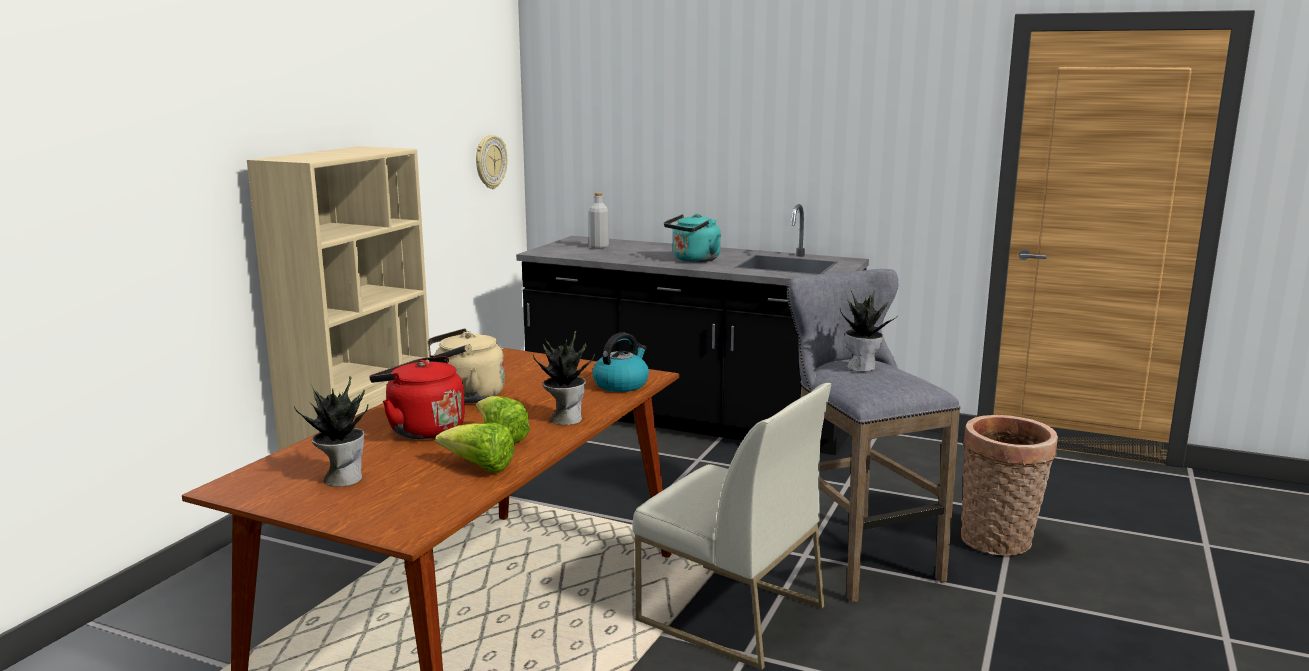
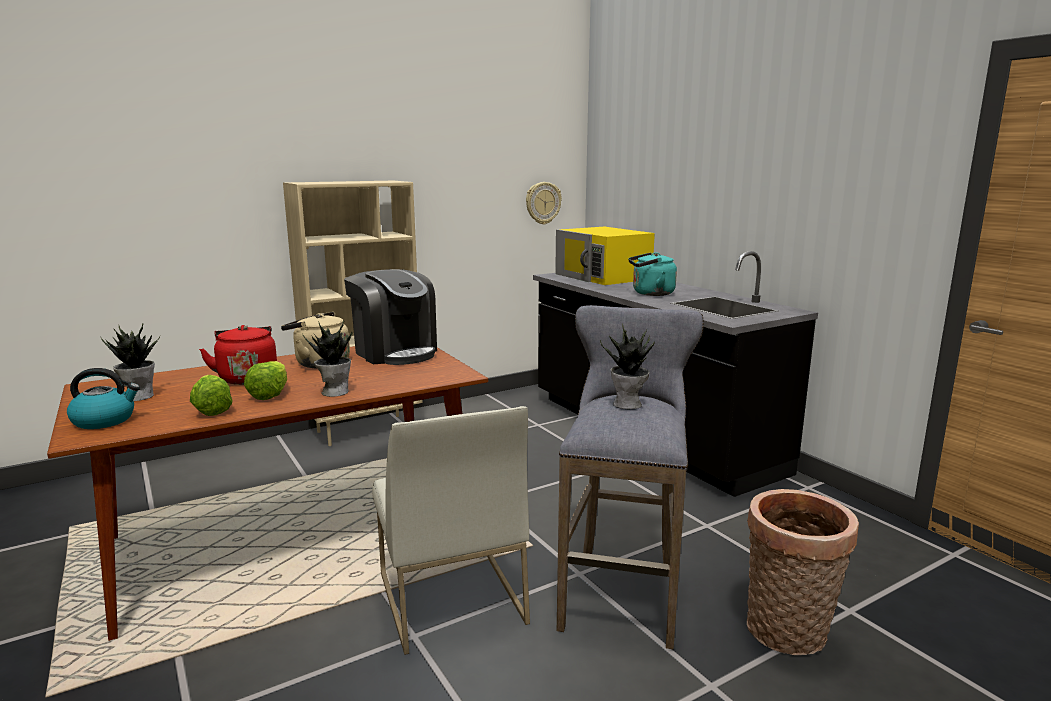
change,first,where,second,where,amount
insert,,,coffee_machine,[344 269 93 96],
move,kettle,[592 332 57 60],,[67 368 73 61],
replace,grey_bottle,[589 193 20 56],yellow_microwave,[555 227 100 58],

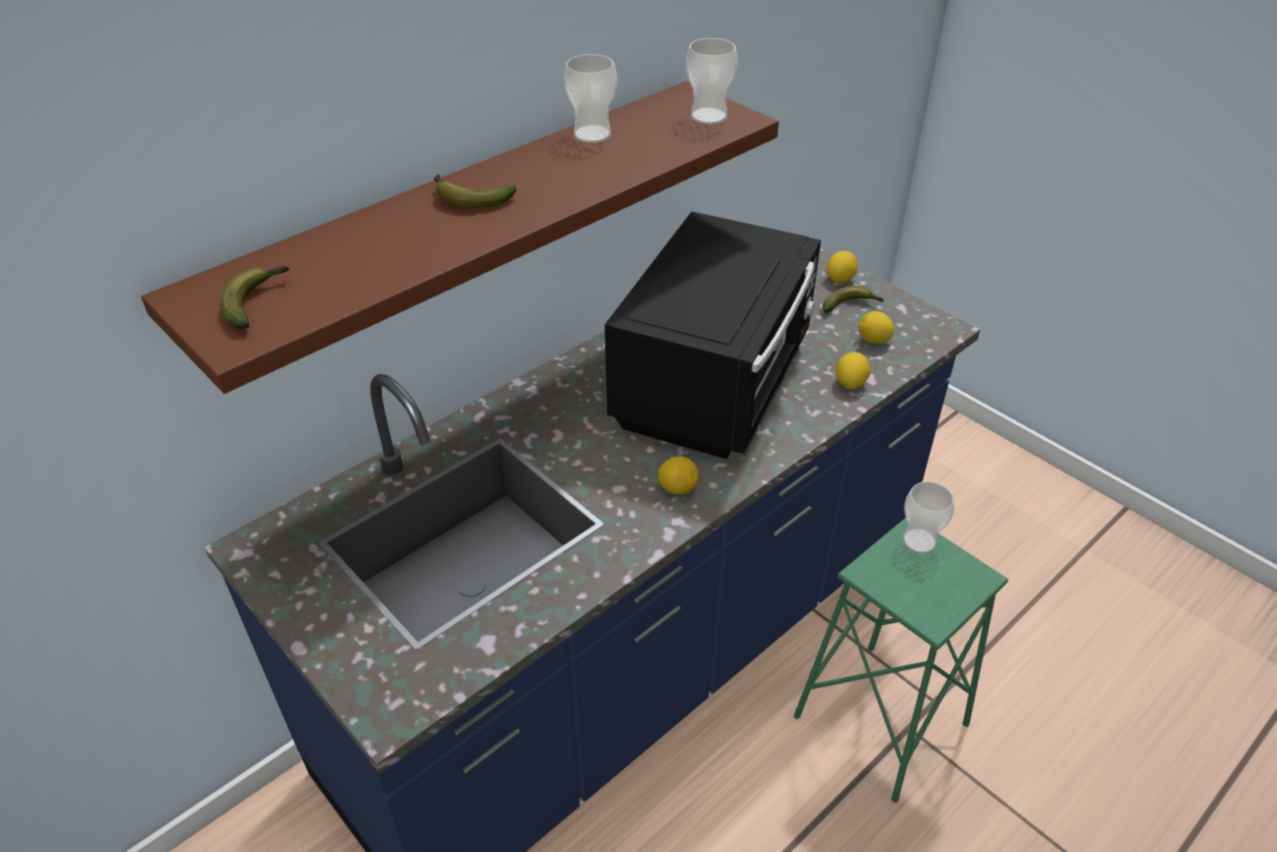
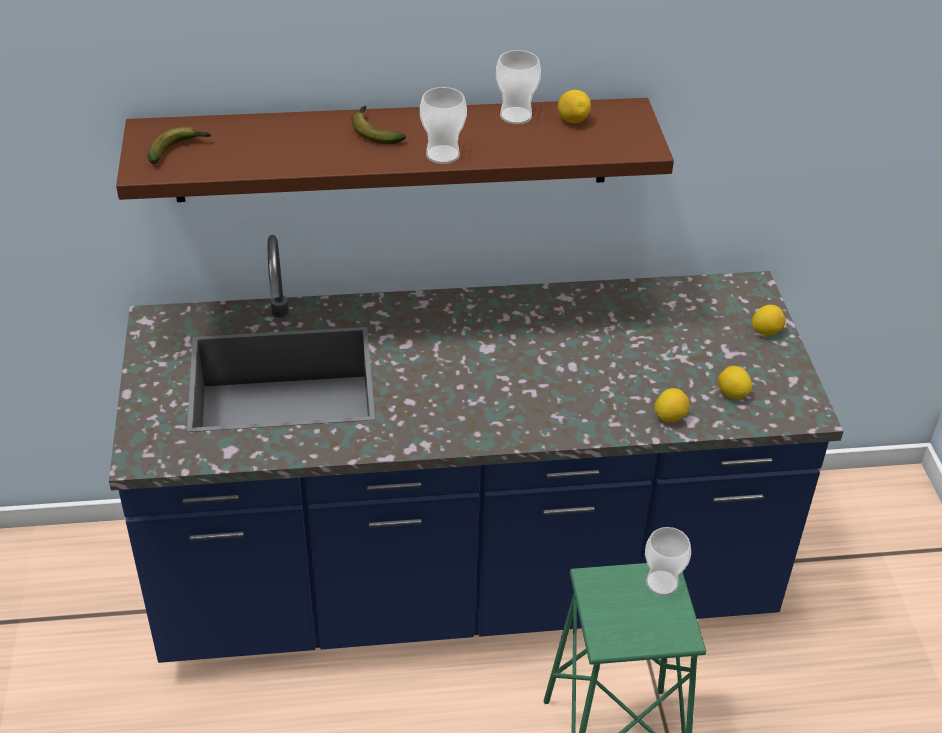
change,first,where,second,where,amount
delete,black_microwave,[605 211 216 248],,,
delete,banana,[822 286 62 27],,,
move,lemon,[658 456 40 38],,[558 90 33 33],
move,cup,[686 38 52 86],,[420 87 47 77],

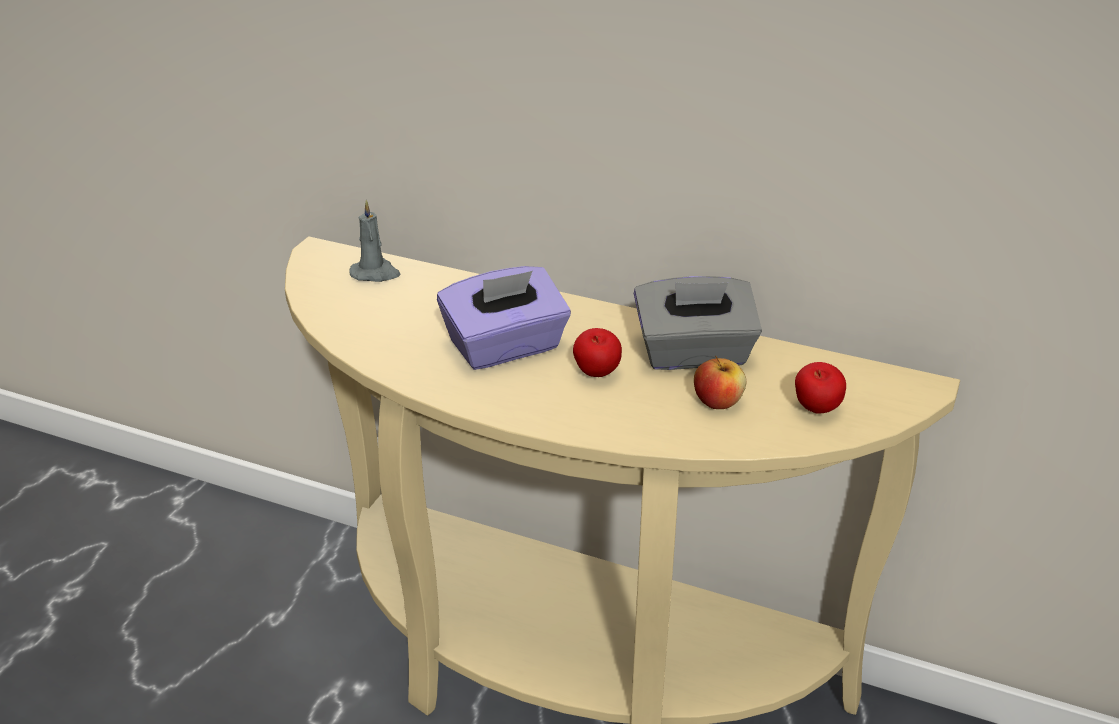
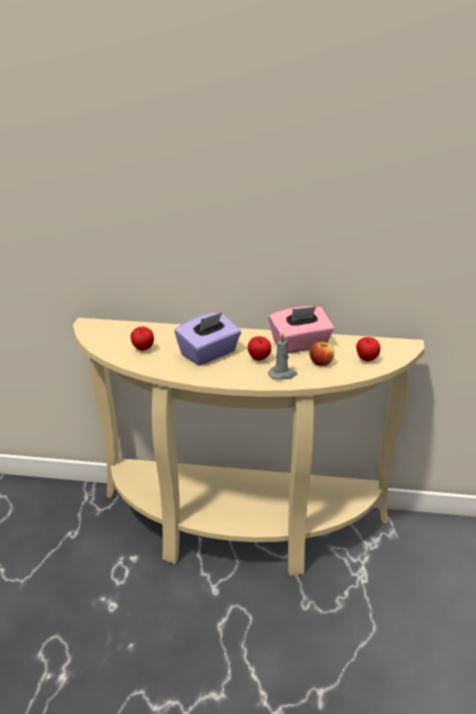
change,first,where,second,where,amount
insert,,,apple,[131 327 23 24],
move,grey_candle,[349 200 52 82],,[268 334 29 46],
recolor,grey_tissue_box,[634 276 128 94],pink_tissue_box,[269 306 65 47],

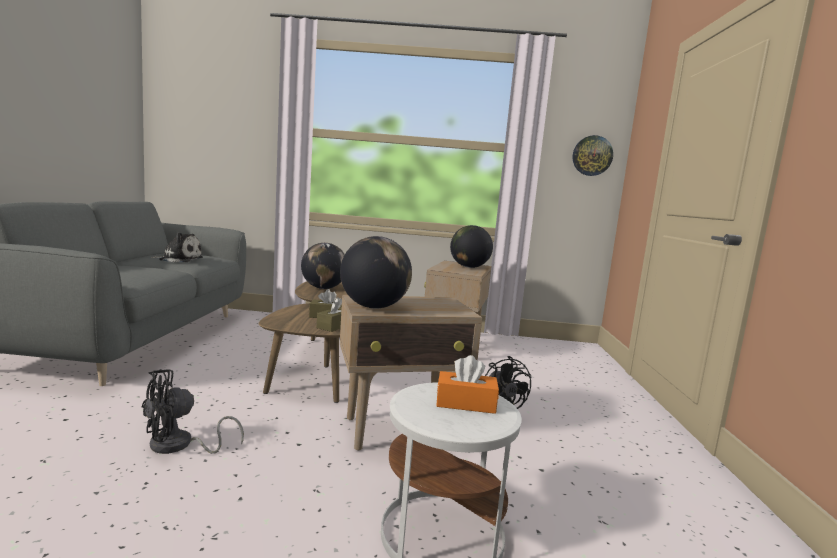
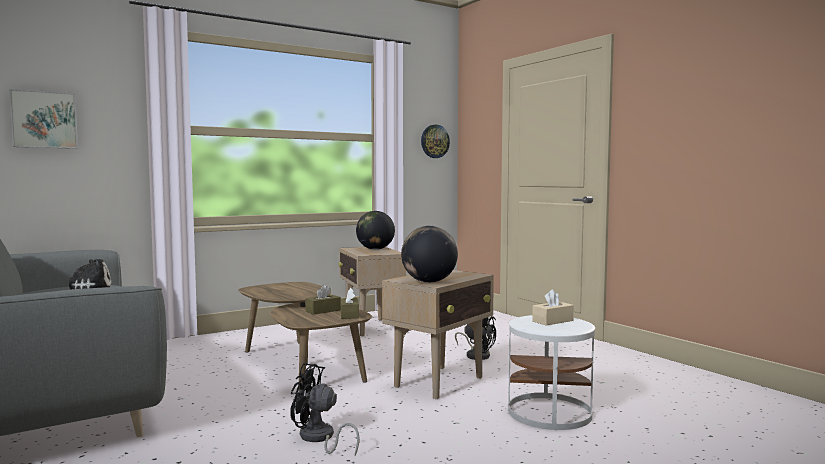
change,first,where,second,where,amount
delete,globe,[301 243 44 46],,,
insert,,,picture,[9 89 69 60],
recolor,orange_tissue_box,[436 355 63 59],beige_tissue_box,[532 289 42 36],
rotate,black_fan,[142 369 102 85],,[290 363 70 92],90 degrees clockwise

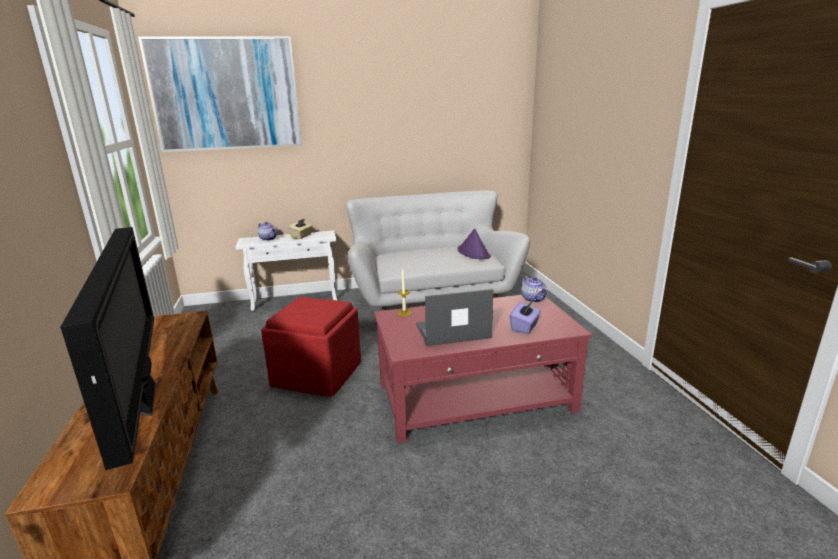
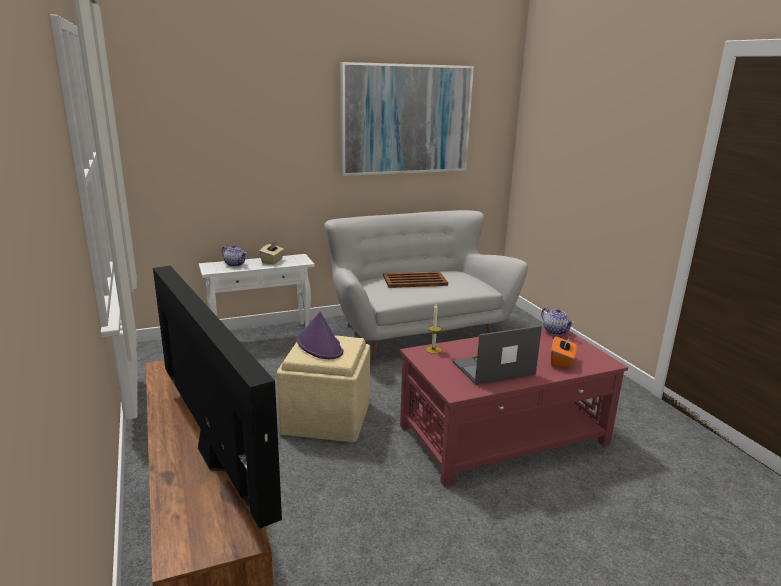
change,first,where,second,where,amount
insert,,,brown_tray,[383 271 65 17],
move,picture,[138 36 164 116],,[340 62 134 114],
move,purple_hat,[457 228 33 32],,[297 312 46 47],
recolor,red_ottoman,[261 297 100 100],beige_ottoman,[277 336 93 106],
recolor,purple_tissue_box,[510 302 31 32],orange_tissue_box,[551 336 26 33],

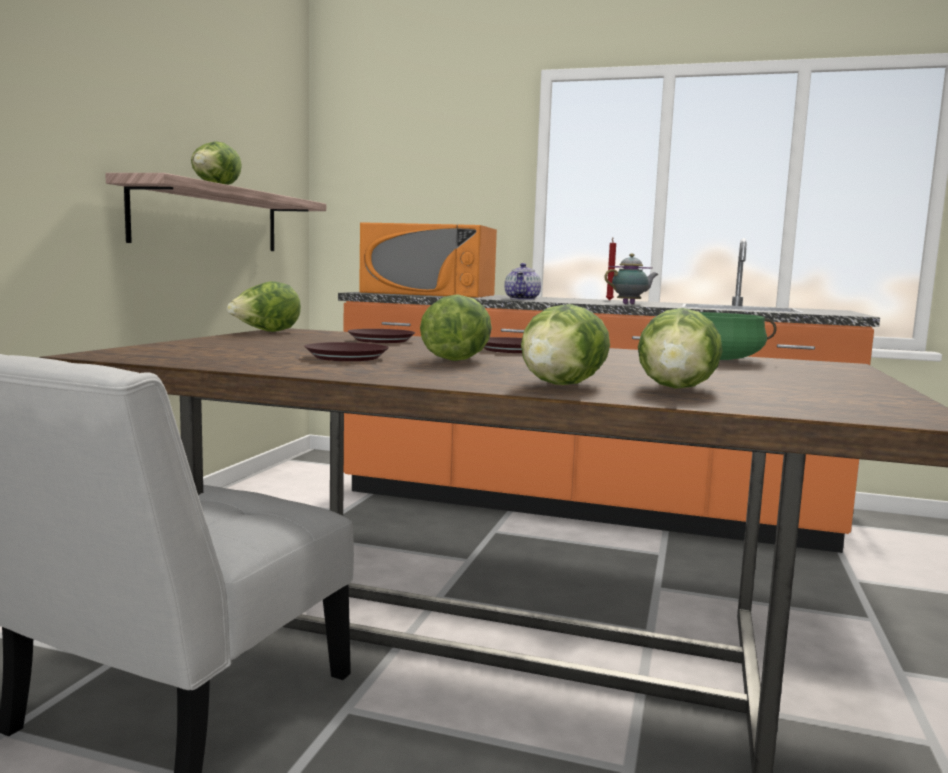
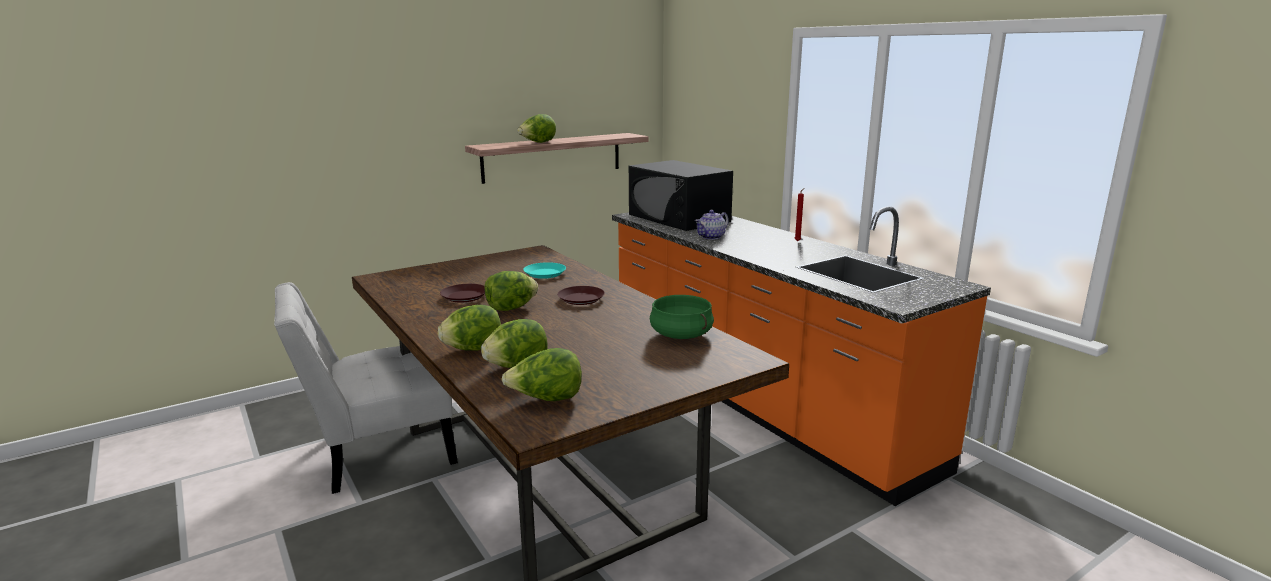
change,first,where,second,where,amount
delete,teapot,[604 254 55 50],,,
move,lettuce,[227 281 74 51],,[501 348 81 53],
recolor,brown_plate,[348 329 67 14],turquoise_plate,[523 262 43 17],
recolor,orange_microwave,[359 222 138 76],black_microwave,[629 160 104 71],

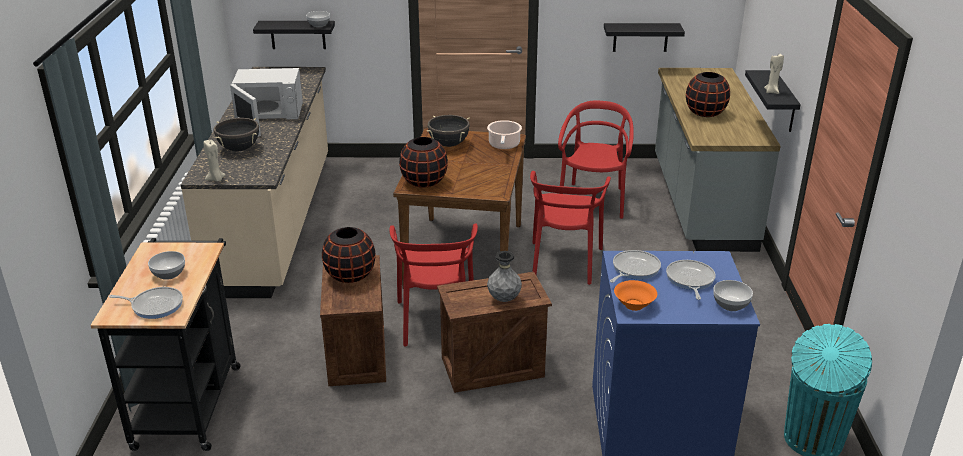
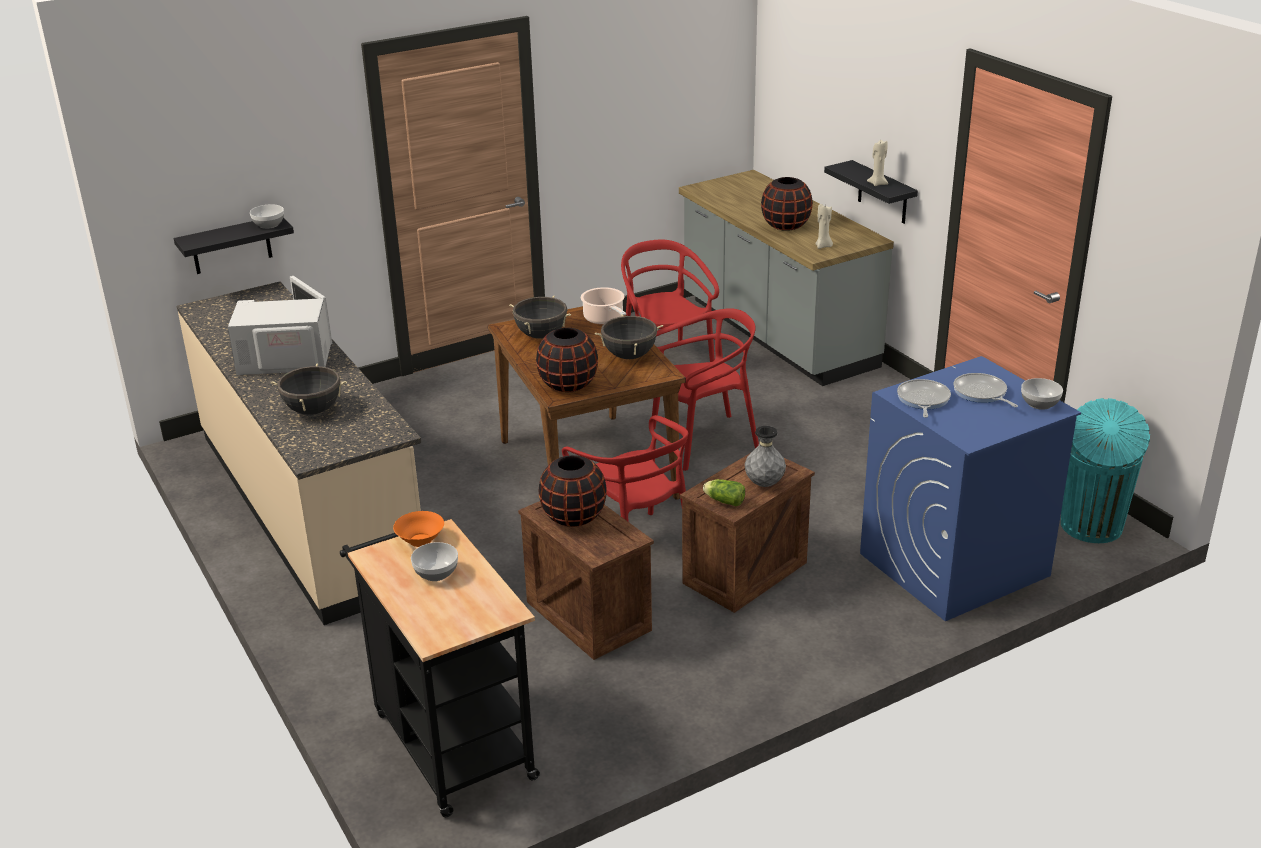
change,first,where,second,where,amount
delete,frying_pan,[109 287 74 32],,,
delete,black_shelf,[604 23 81 29],,,
insert,,,black_cooking_pot,[595 314 68 45],
insert,,,lettuce,[703 479 42 27],
move,beige_candle,[204 140 22 41],,[815 204 18 45],
move,orange_bowl,[614 280 43 31],,[393 511 51 36],
rotate,white_microwave,[230 68 73 69],,[228 276 104 99],150 degrees counterclockwise
rotate,red_chair,[530 171 81 114],,[652 308 107 163],90 degrees counterclockwise

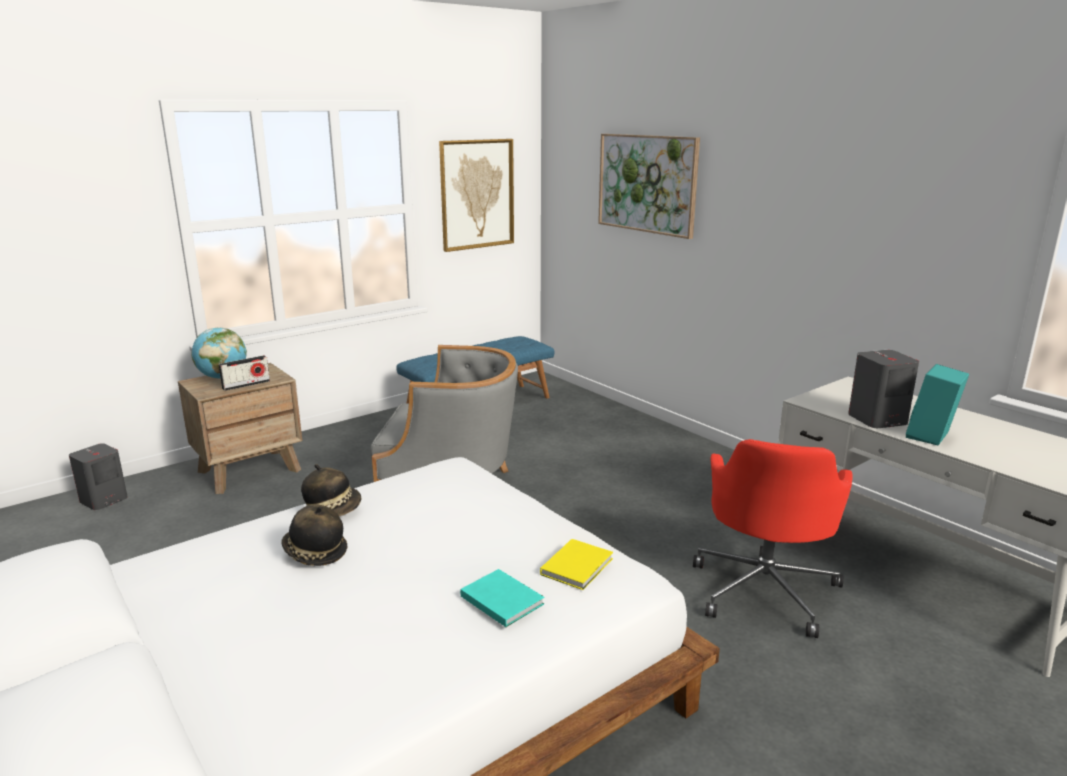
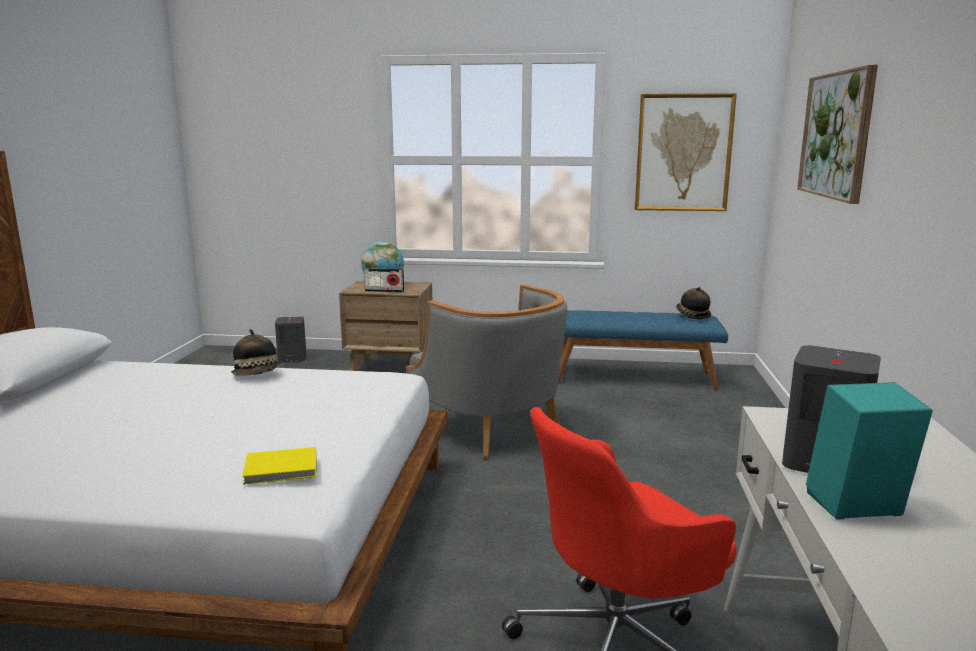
change,first,where,second,where,amount
delete,turquoise_book,[460 569 84 58],,,
move,hat,[281 505 66 61],,[676 287 35 33],

